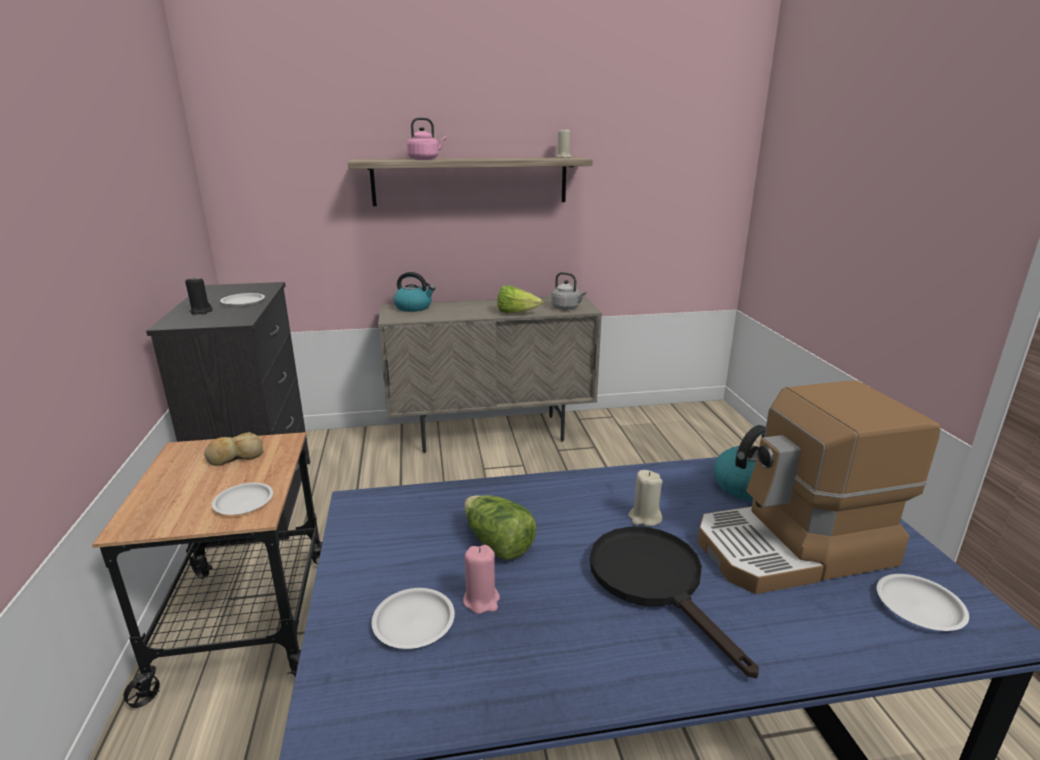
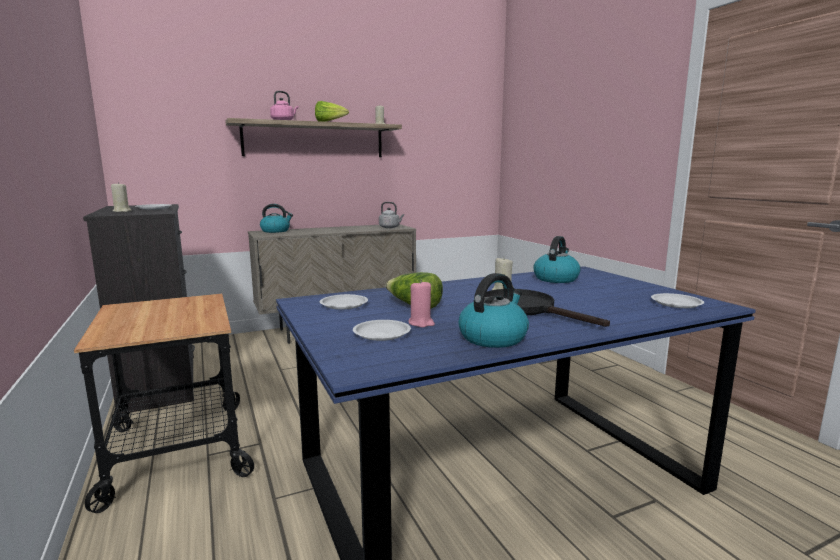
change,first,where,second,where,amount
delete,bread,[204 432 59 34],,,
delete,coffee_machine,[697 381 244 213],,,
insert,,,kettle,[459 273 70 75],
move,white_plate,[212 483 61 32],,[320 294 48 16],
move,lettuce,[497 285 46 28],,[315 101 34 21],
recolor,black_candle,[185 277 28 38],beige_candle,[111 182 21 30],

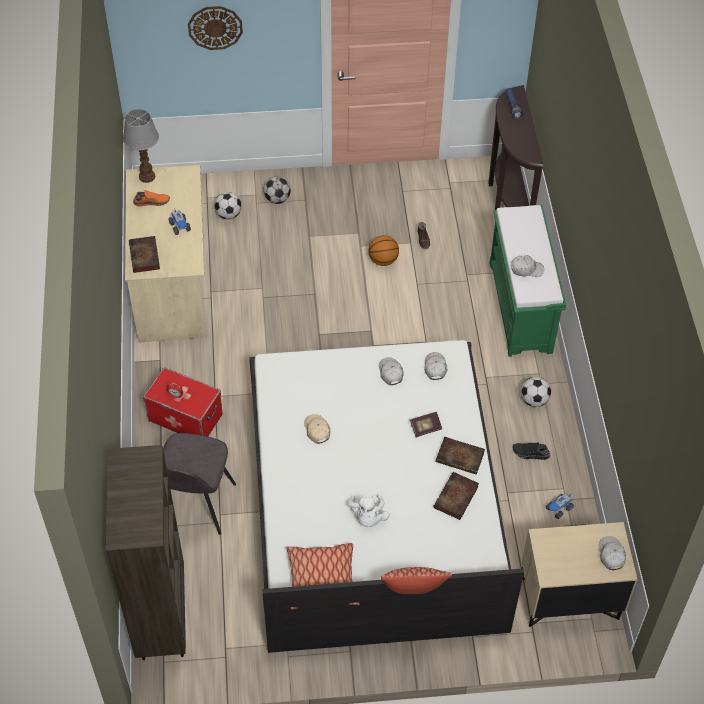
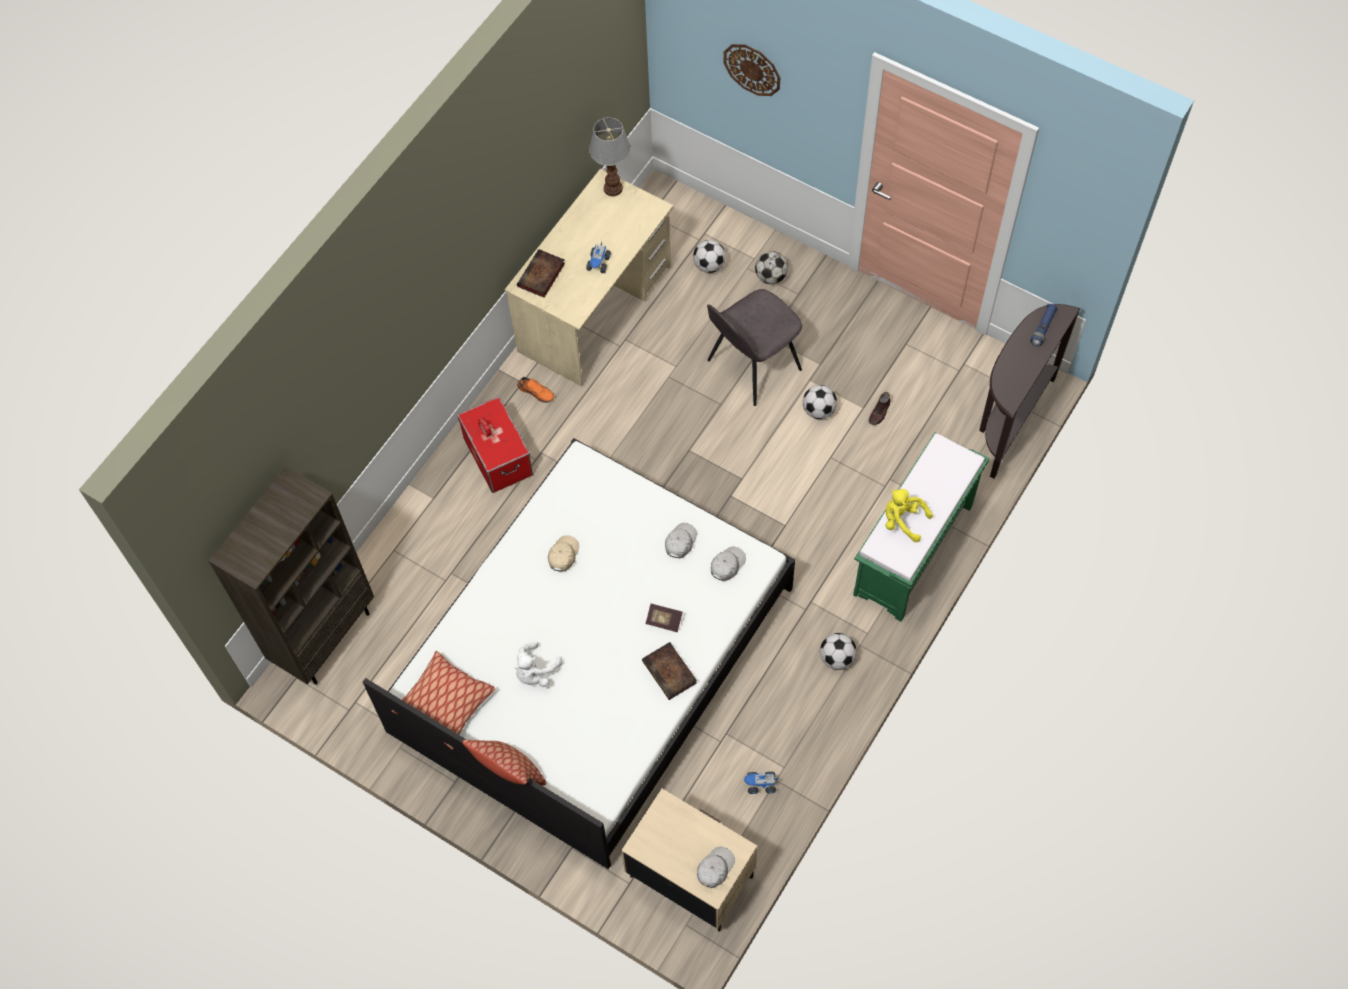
change,first,where,second,where,amount
delete,book,[434 472 45 48],,,
delete,black_shoe,[512 443 38 17],,,
move,orange_shoe,[133 190 37 16],,[517 377 37 26],
move,grey_chair,[163 433 73 102],,[707 289 95 117],
replace,basketball,[368 235 31 31],football,[803 385 34 34],
replace,white_cap,[511 255 33 22],yellow_plush_toy,[885 489 48 53],

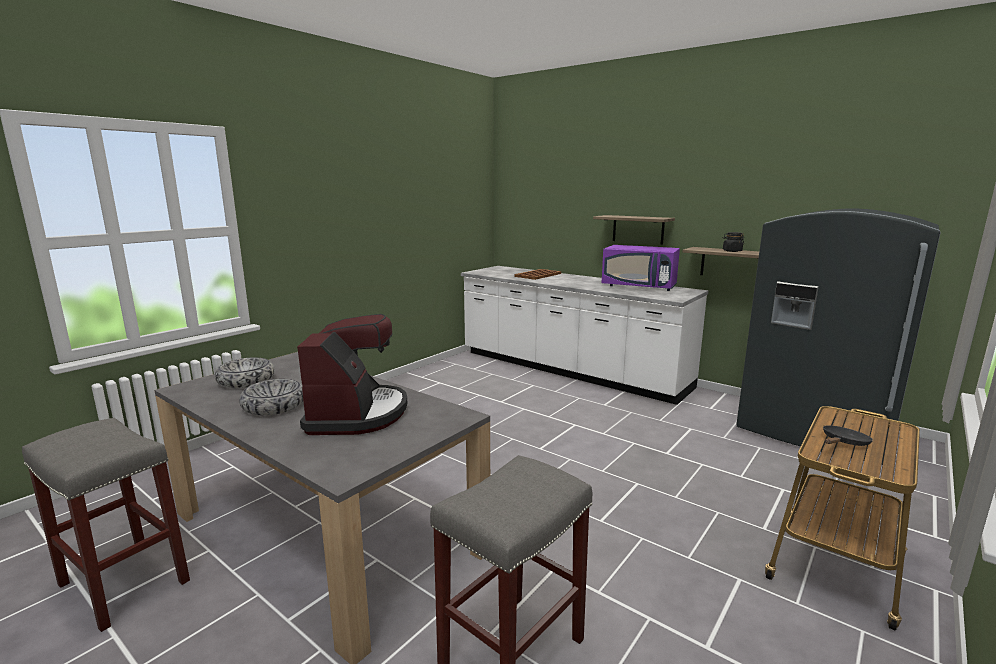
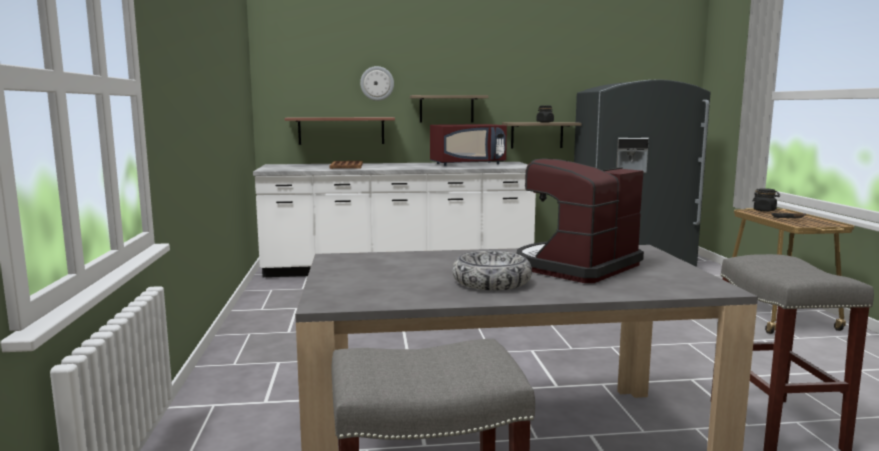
change,first,where,second,where,amount
delete,bowl,[215 357 60 31],,,
insert,,,shelf,[284 117 111 28],
insert,,,wall_clock,[360 66 34 35],
insert,,,black_jar,[752 188 28 24],
recolor,purple_microwave,[602 245 78 46],red_microwave,[430 124 77 42],
rotate,coffee_machine,[297 314 111 121],,[516 159 128 124],90 degrees counterclockwise

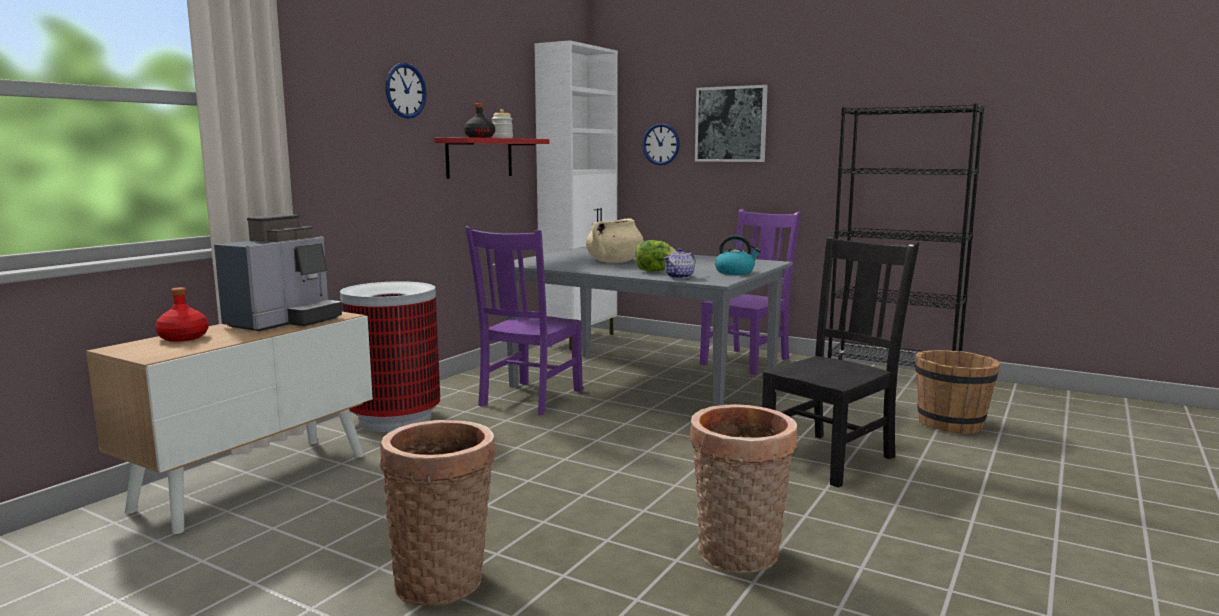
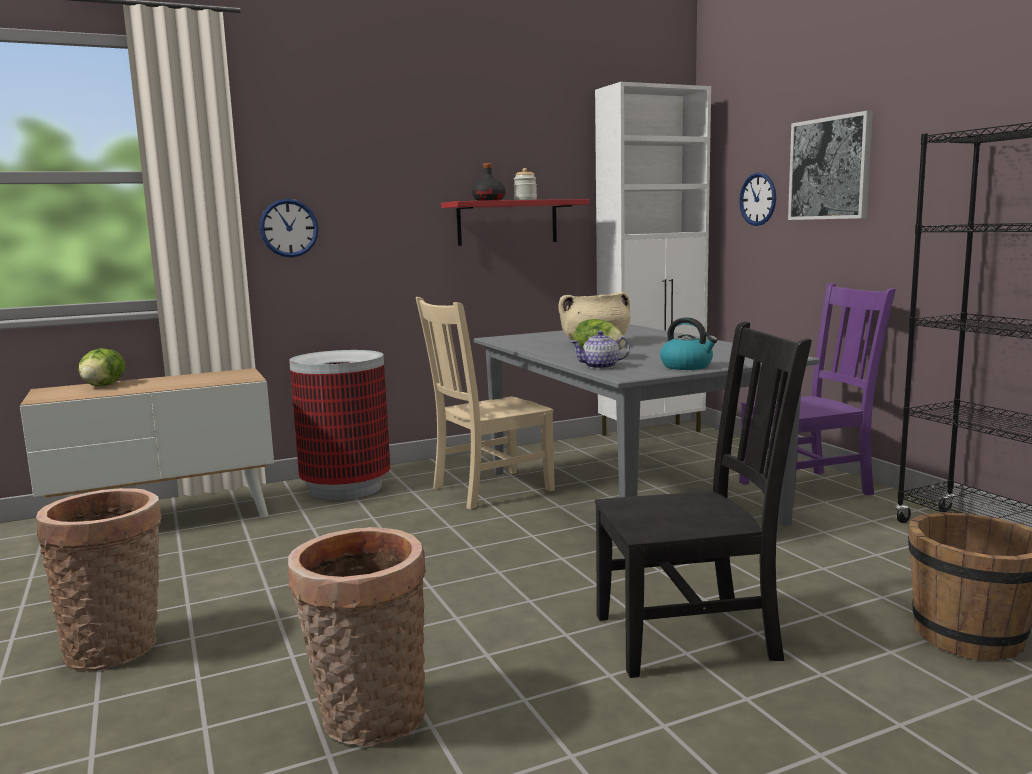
change,first,where,second,where,amount
delete,coffee_machine,[214 214 128 117],,,
move,wall_clock,[386 63 40 56],,[259 199 60 59],
replace,red_bottle,[155 287 54 55],lettuce,[79 348 46 38],
recolor,purple_chair,[465 227 118 188],beige_chair,[416 297 139 212],

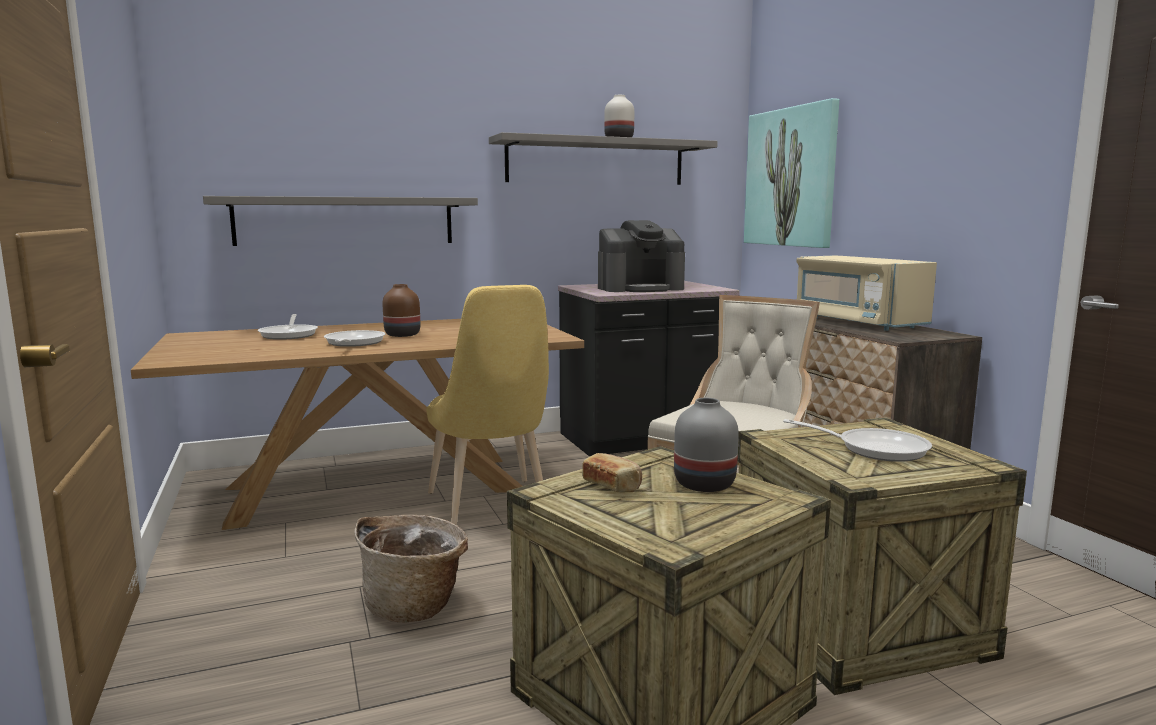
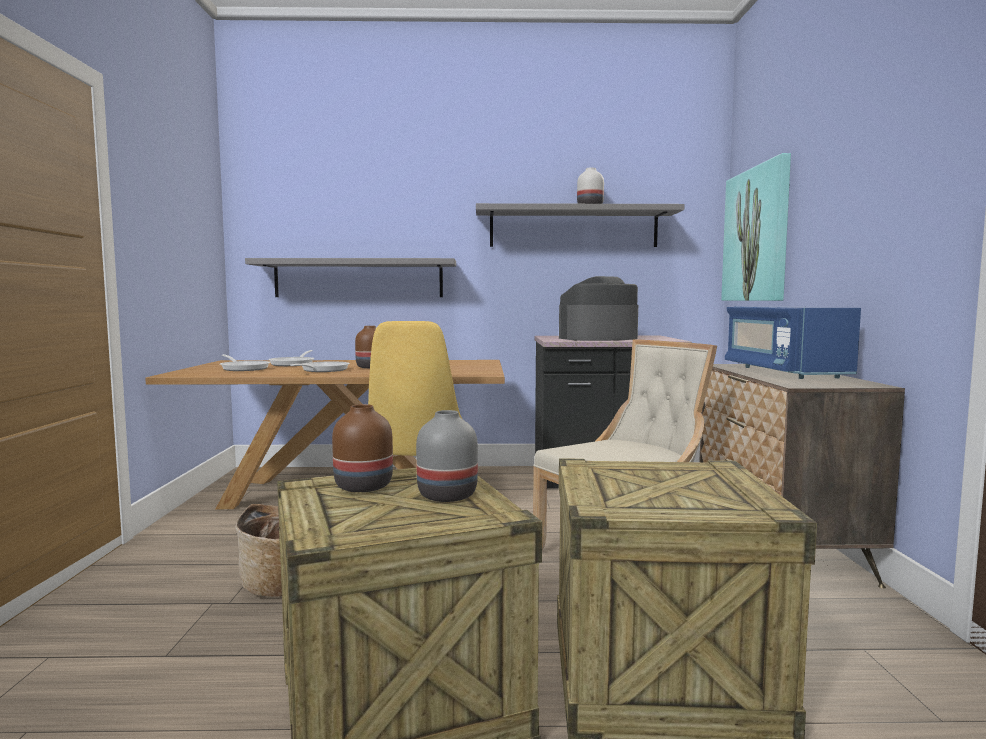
change,first,where,second,where,amount
move,frying_pan,[783 419 149 43],,[220 354 50 17],
replace,bread,[582 453 60 40],brown_vase,[332 404 61 88],
recolor,beige_microwave,[797 255 140 76],blue_microwave,[725 306 136 73],
rotate,coffee_machine,[598 220 87 72],,[559 276 79 65],150 degrees clockwise

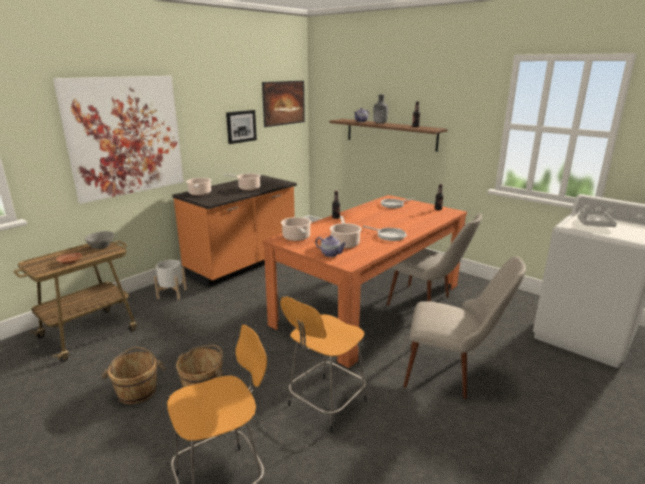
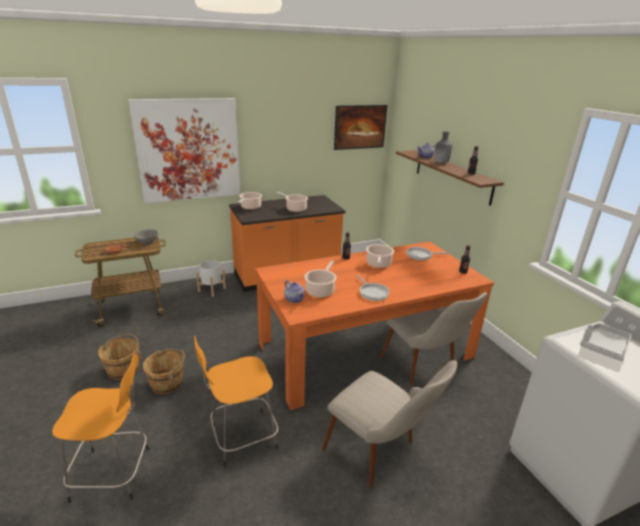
change,first,where,second,where,amount
delete,picture,[226 110 31 34],,,
move,cooking_pot,[281 217 31 24],,[366 244 28 24],

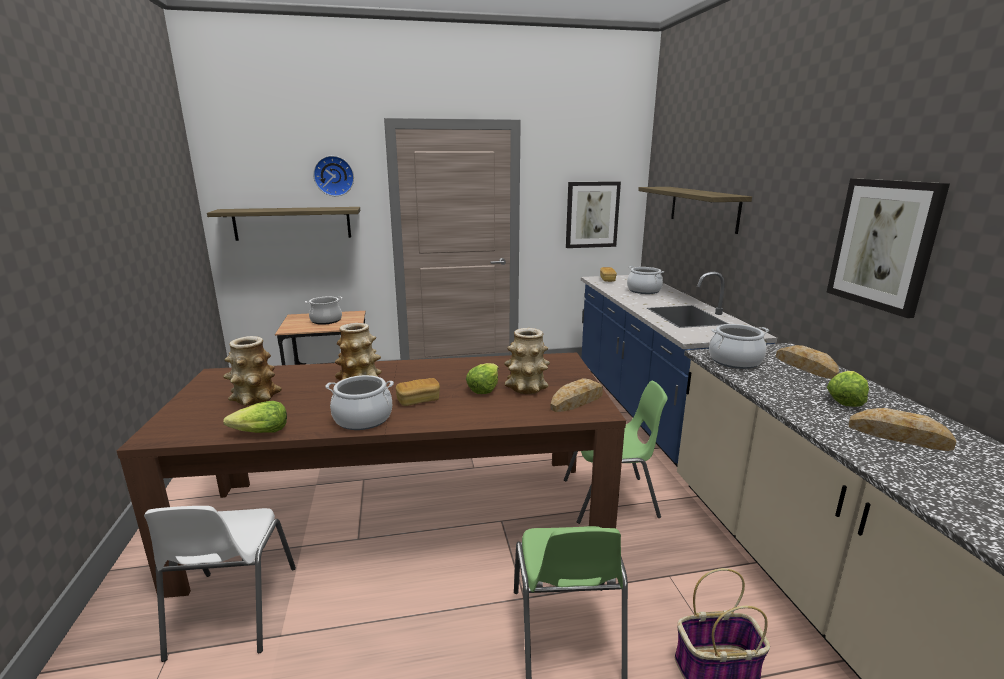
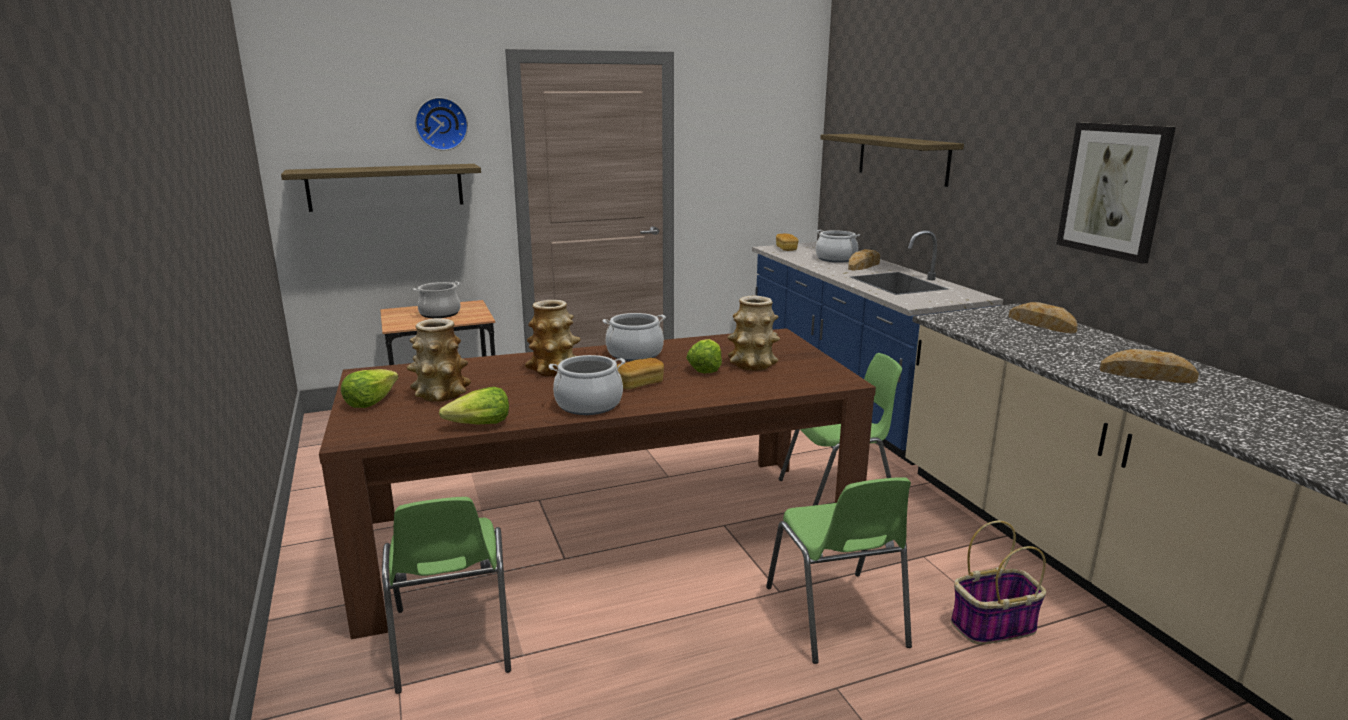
change,first,where,second,where,amount
delete,picture,[566 181 55 67],,,
move,bread,[550 378 53 34],,[848 249 32 22],
move,cooking_pot,[709 324 60 45],,[602 313 64 48],
move,lettuce,[827 371 42 36],,[341 369 58 39],
recolor,white_chair,[144 506 152 156],green_chair,[382 497 129 197],

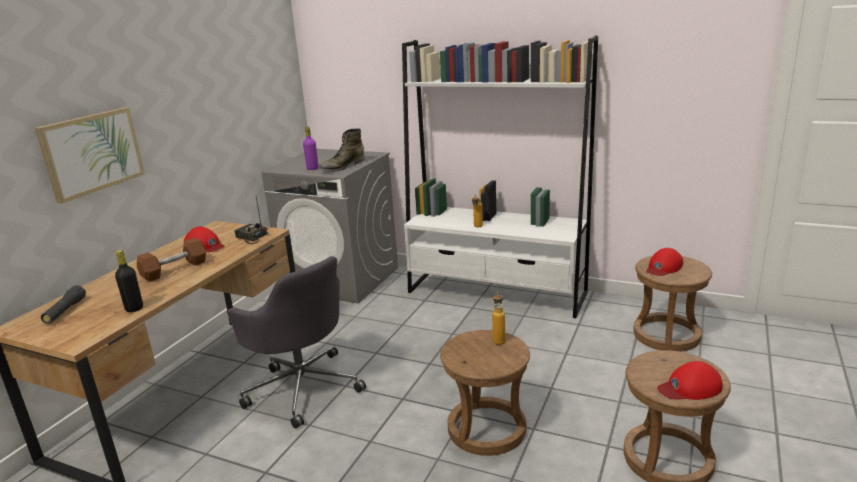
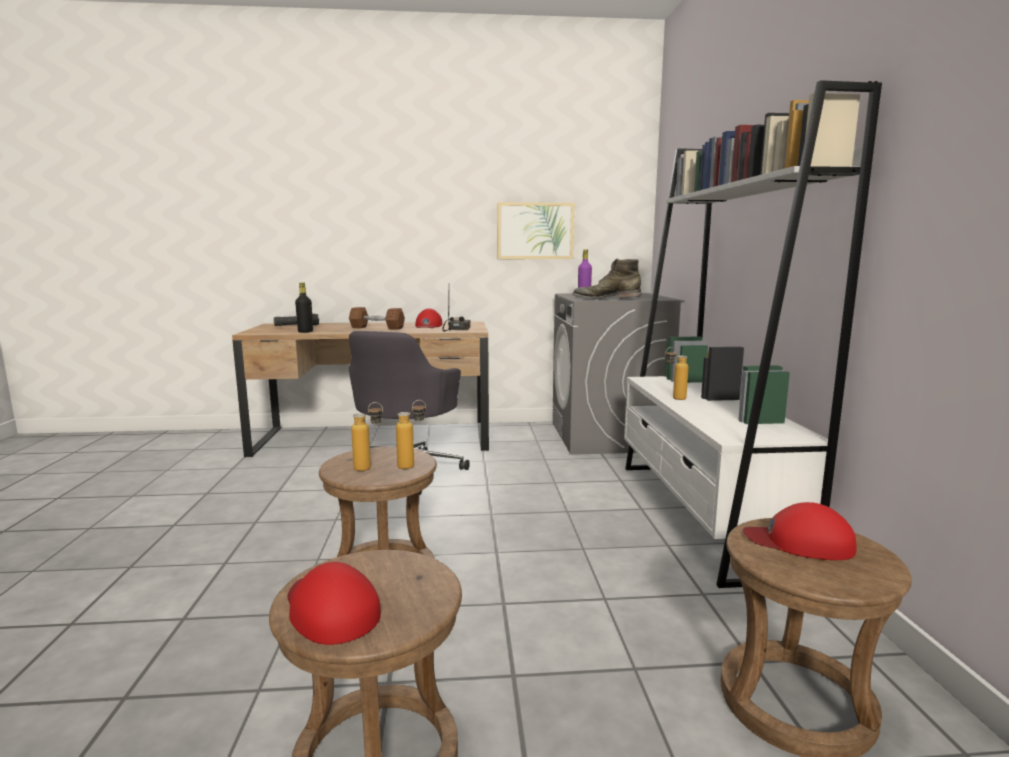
change,first,where,second,where,amount
insert,,,bottle,[351 402 32 69],
move,picture,[35 107 110 97],,[497 202 77 57],

